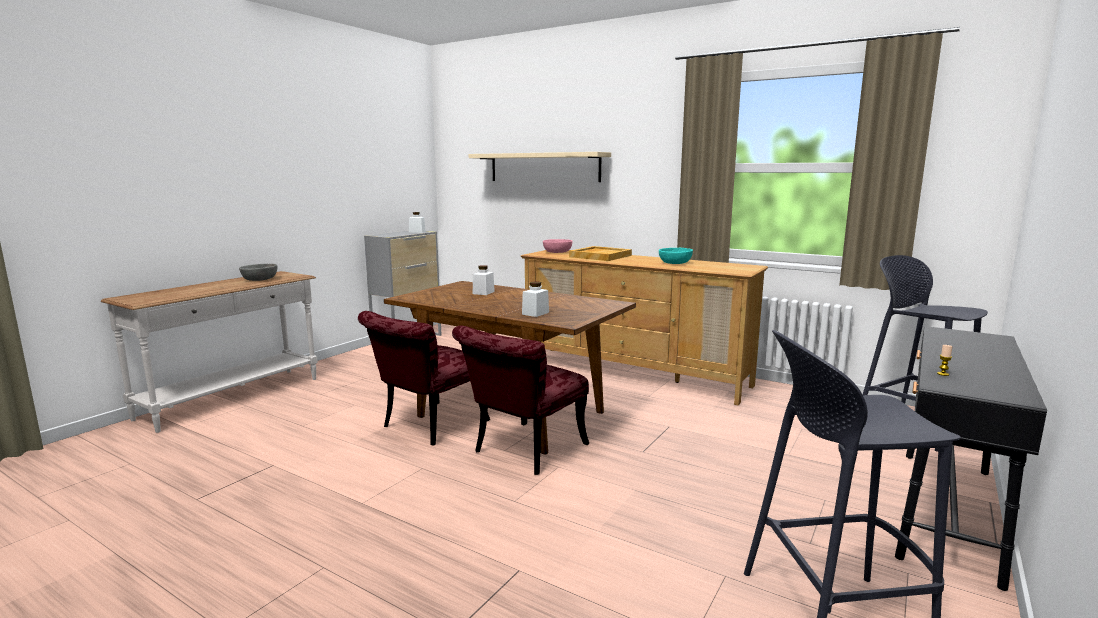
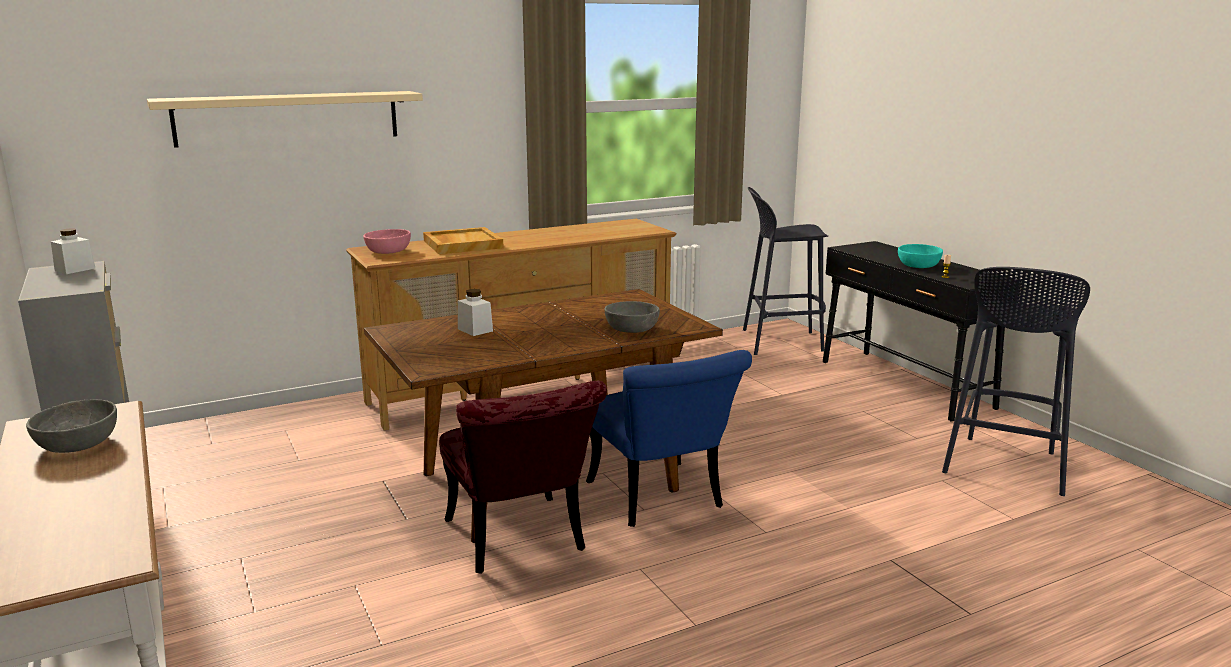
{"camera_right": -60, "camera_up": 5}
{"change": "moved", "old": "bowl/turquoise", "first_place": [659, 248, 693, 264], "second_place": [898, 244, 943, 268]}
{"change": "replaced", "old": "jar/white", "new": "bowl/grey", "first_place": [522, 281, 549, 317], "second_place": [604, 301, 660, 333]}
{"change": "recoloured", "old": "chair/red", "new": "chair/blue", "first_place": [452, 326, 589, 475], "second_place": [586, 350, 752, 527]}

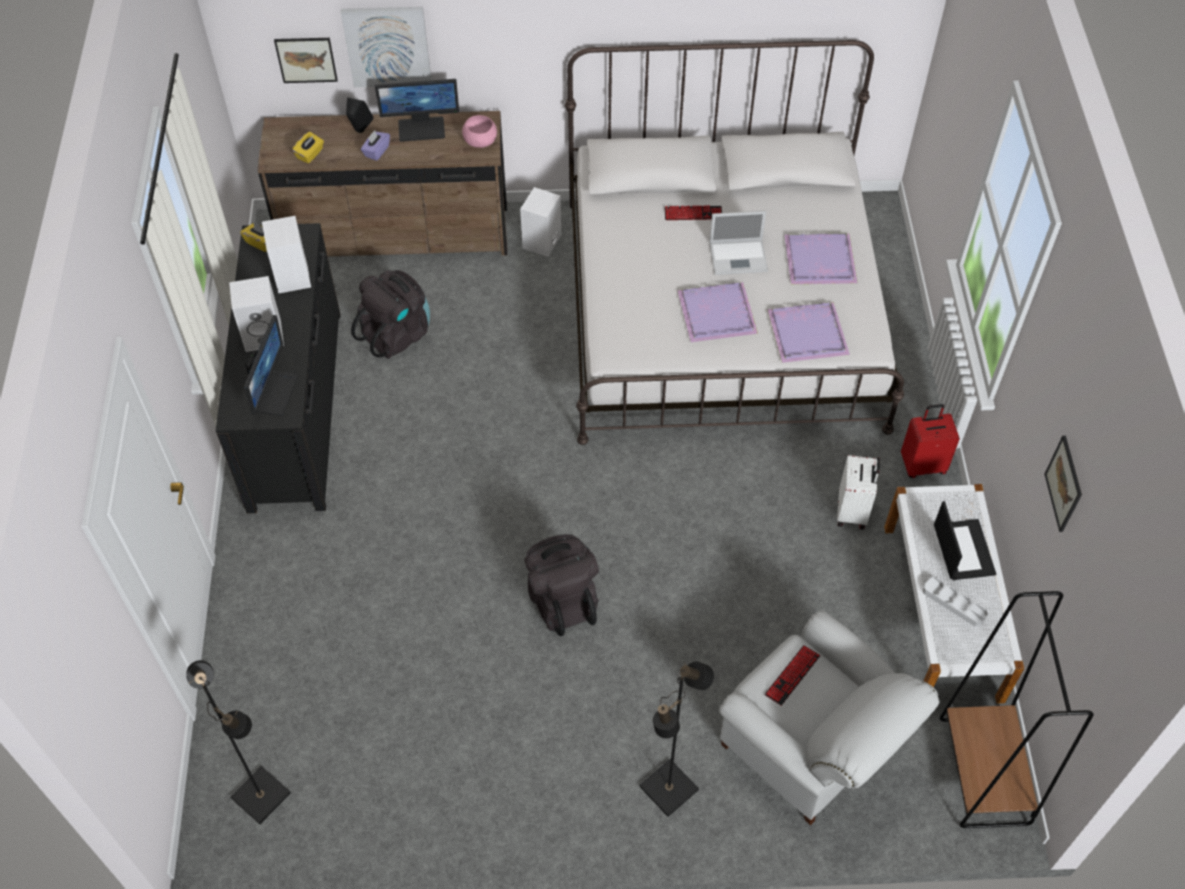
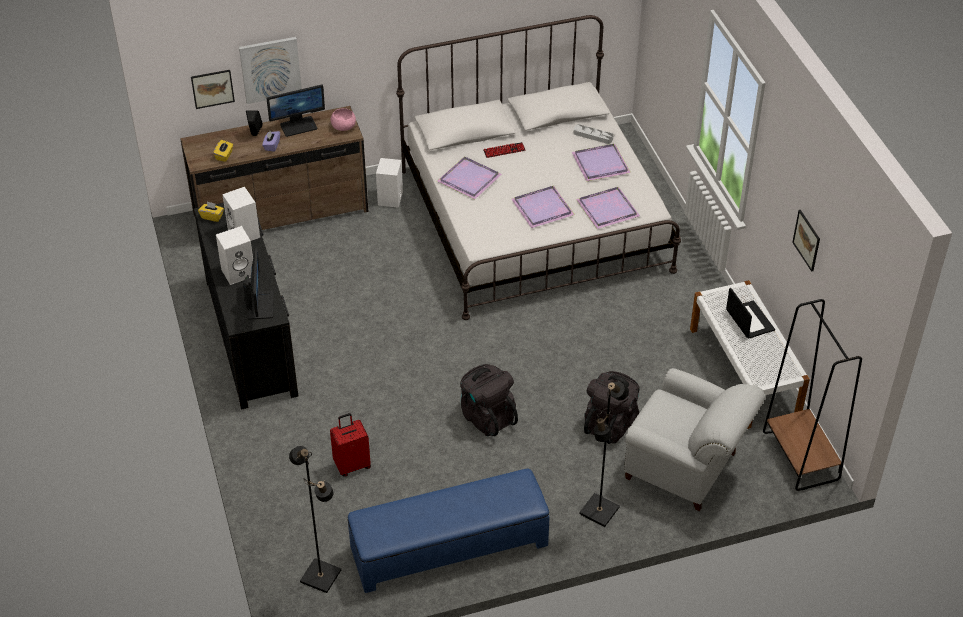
{"camera_right": -15, "camera_up": -10}
{"change": "removed", "old": "laptop", "first_place": [710, 211, 768, 275]}
{"change": "moved", "old": "backpack/black", "first_place": [351, 270, 430, 359], "second_place": [584, 371, 639, 444]}
{"change": "moved", "old": "suitcase/red", "first_place": [901, 404, 960, 478], "second_place": [330, 413, 371, 477]}
{"change": "removed", "old": "suitcase/white", "first_place": [837, 455, 880, 530]}
{"change": "moved", "old": "tray/grey", "first_place": [922, 577, 988, 627], "second_place": [574, 124, 613, 144]}
{"change": "removed", "old": "keyboard", "first_place": [765, 645, 821, 706]}
{"change": "added", "new": "tray/purple", "second_place": [437, 157, 502, 199]}
{"change": "added", "new": "bench/blue", "second_place": [348, 469, 550, 593]}

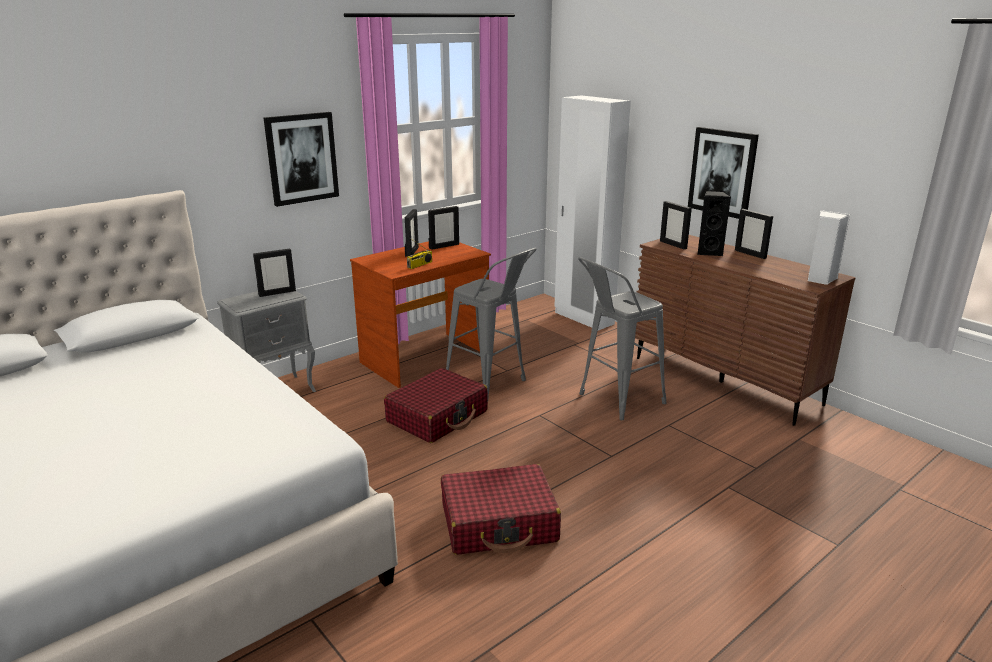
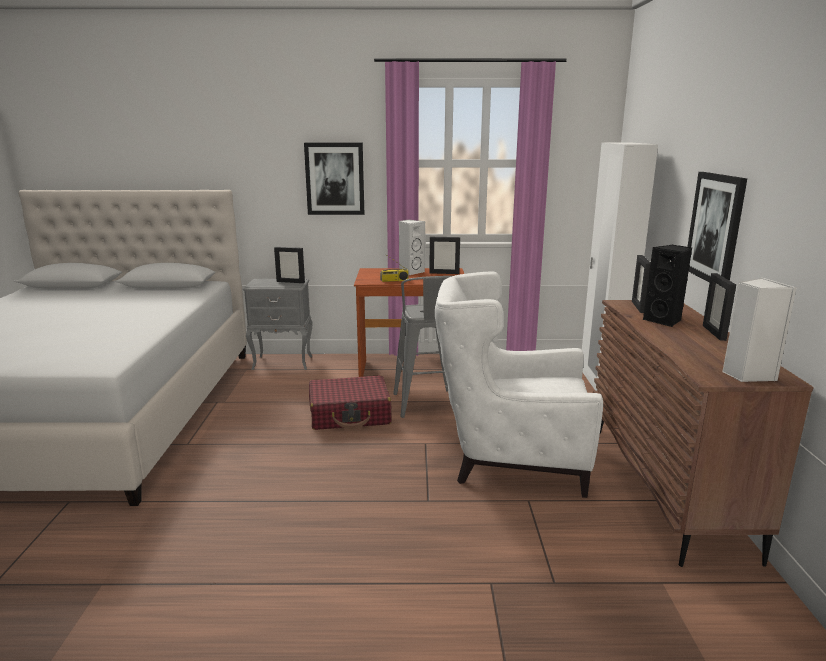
{"camera_right": 40, "camera_up": -5}
{"change": "replaced", "old": "picture frame", "new": "speaker/white", "first_place": [405, 209, 419, 257], "second_place": [399, 220, 425, 276]}
{"change": "replaced", "old": "stool/grey", "new": "armchair/white", "first_place": [578, 257, 666, 420], "second_place": [435, 272, 603, 498]}
{"change": "removed", "old": "suitcase/red", "first_place": [441, 464, 561, 555]}

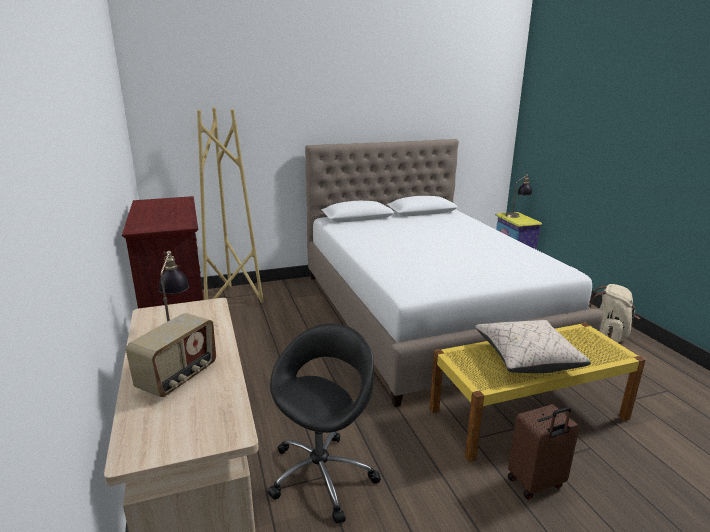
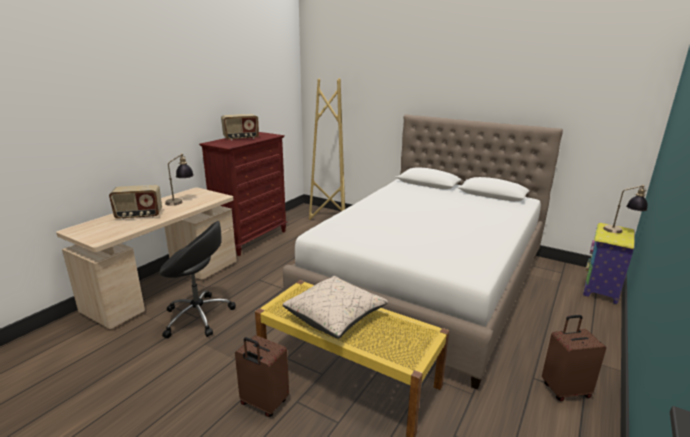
{"camera_right": 50, "camera_up": 0}
{"change": "replaced", "old": "backpack/beige", "new": "suitcase/brown", "first_place": [588, 284, 640, 343], "second_place": [542, 315, 606, 401]}
{"change": "added", "new": "radio", "second_place": [221, 114, 259, 141]}

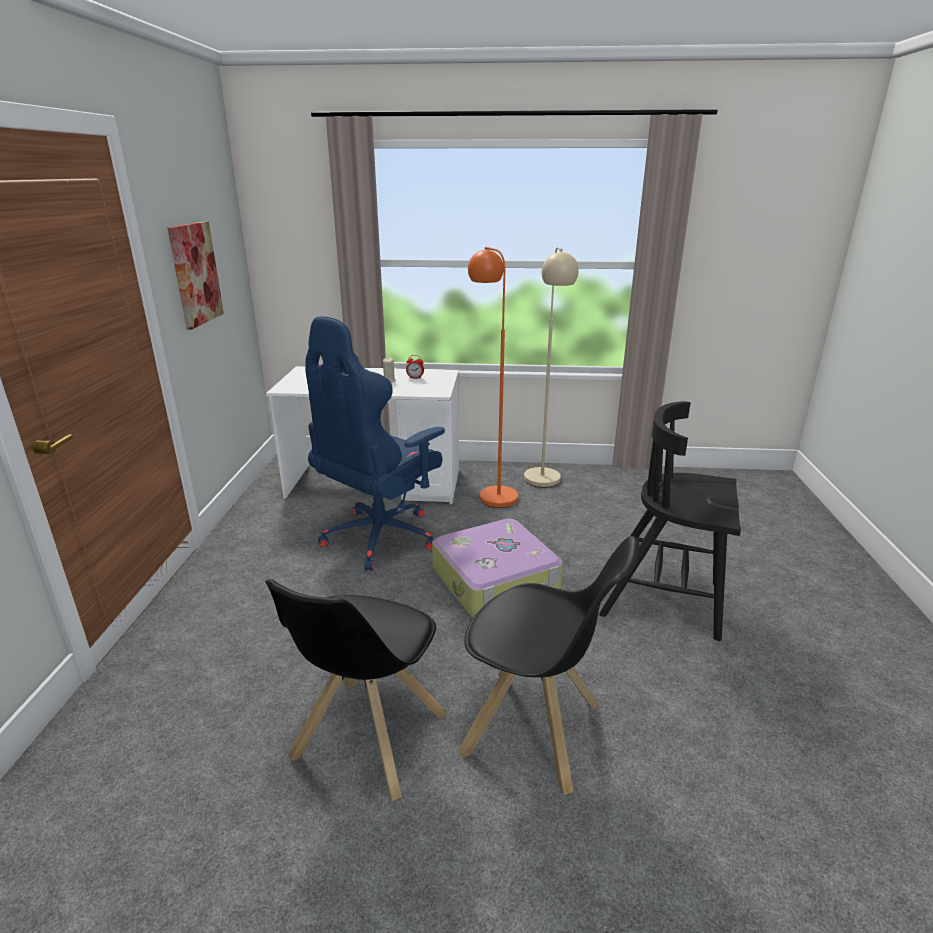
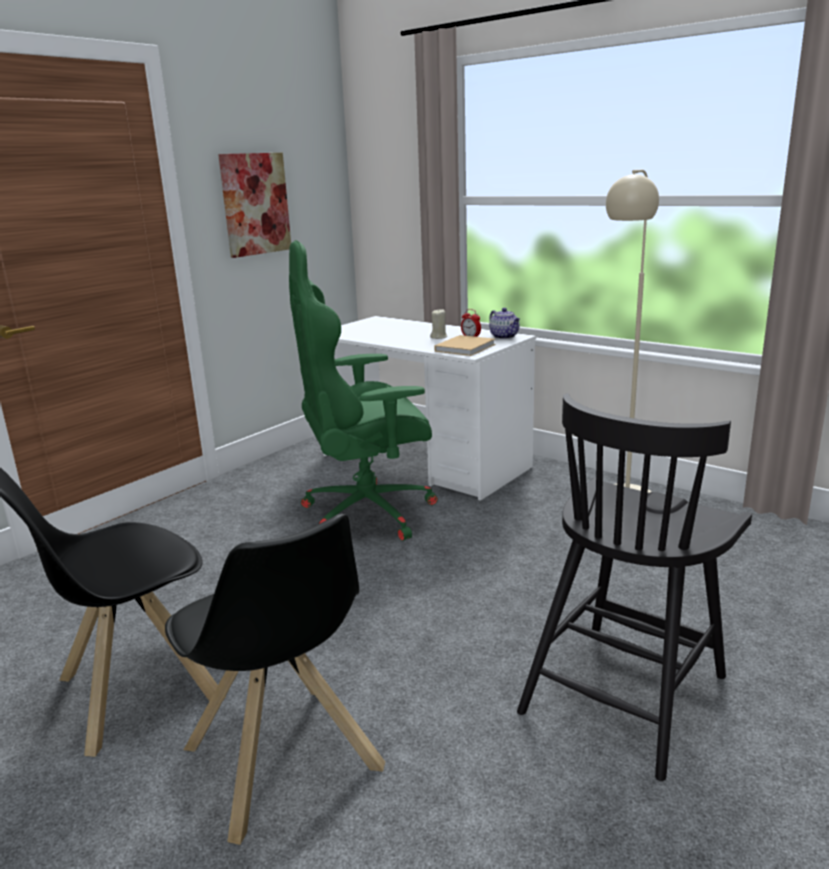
{"camera_right": 35, "camera_up": -5}
{"change": "removed", "old": "floor lamp/orange", "first_place": [468, 247, 518, 508]}
{"change": "recoloured", "old": "office chair/blue", "new": "office chair/green", "first_place": [305, 316, 445, 571], "second_place": [289, 240, 438, 541]}
{"change": "turned", "old": "chair/black", "first_place": [599, 401, 741, 641], "second_place": [517, 393, 752, 781], "degrees": -105}
{"change": "removed", "old": "suitcase", "first_place": [432, 518, 563, 617]}
{"change": "added", "new": "teapot", "second_place": [489, 308, 520, 339]}
{"change": "added", "new": "book/beige", "second_place": [434, 335, 495, 356]}

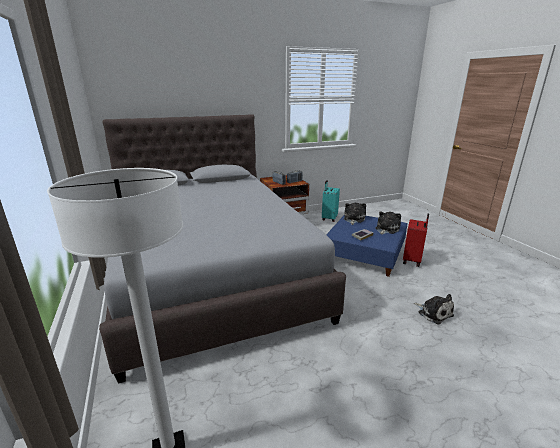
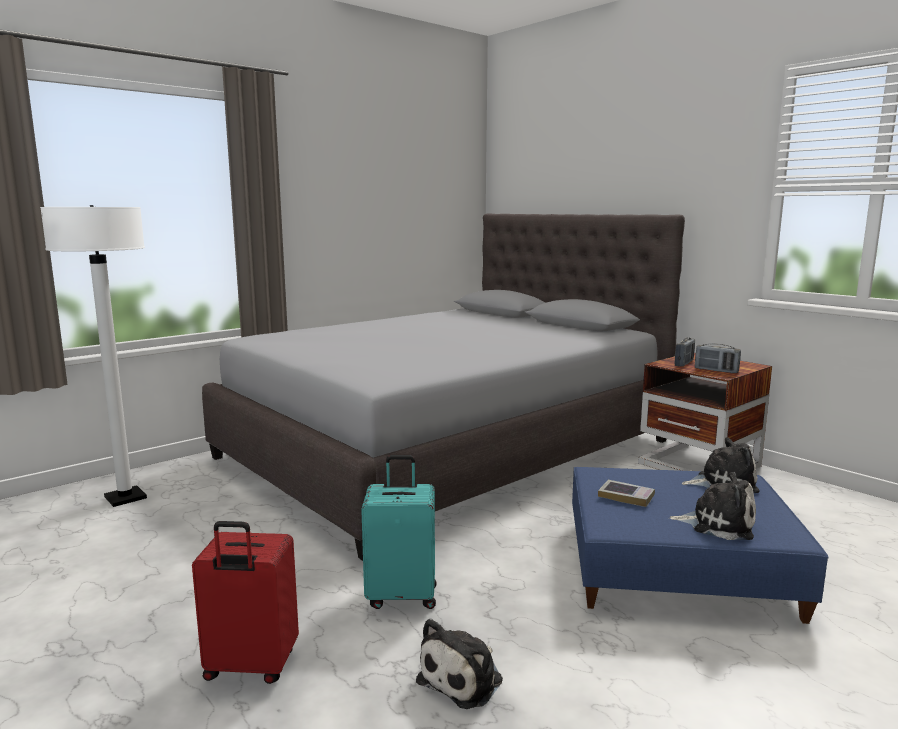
{"camera_right": 70, "camera_up": -10}
{"change": "moved", "old": "suitcase/turquoise", "first_place": [322, 180, 340, 222], "second_place": [361, 455, 436, 609]}
{"change": "moved", "old": "suitcase/red", "first_place": [403, 213, 429, 267], "second_place": [192, 521, 299, 684]}

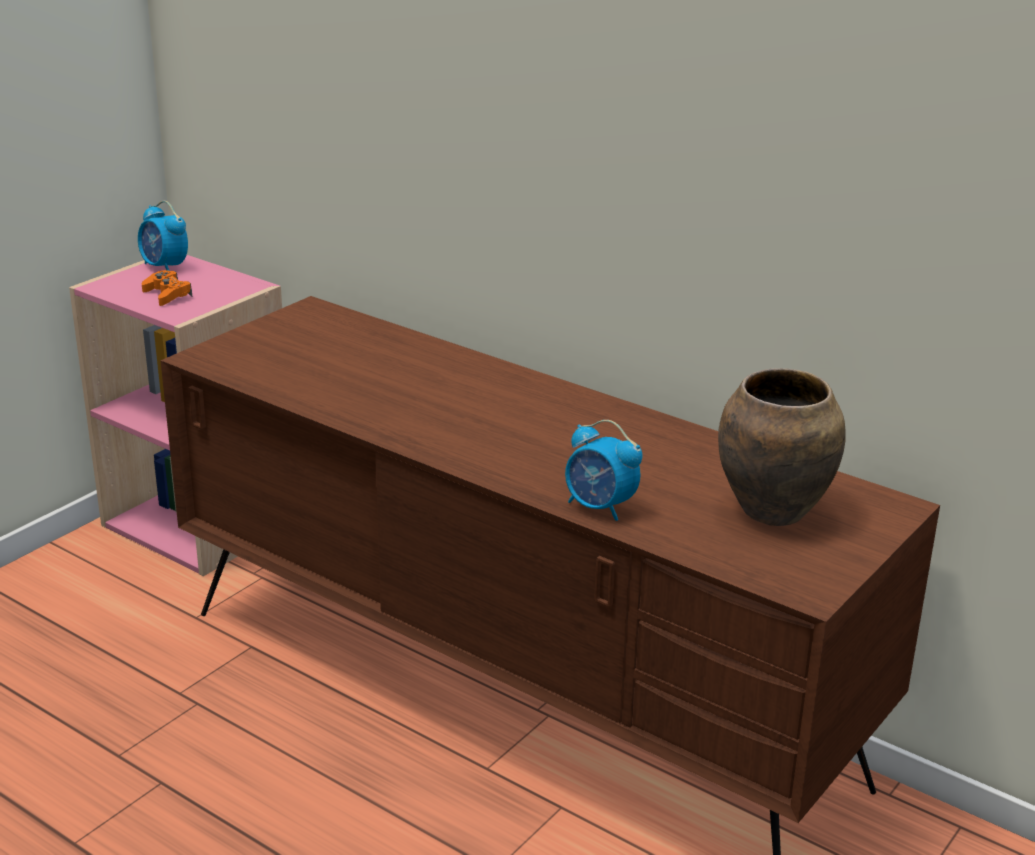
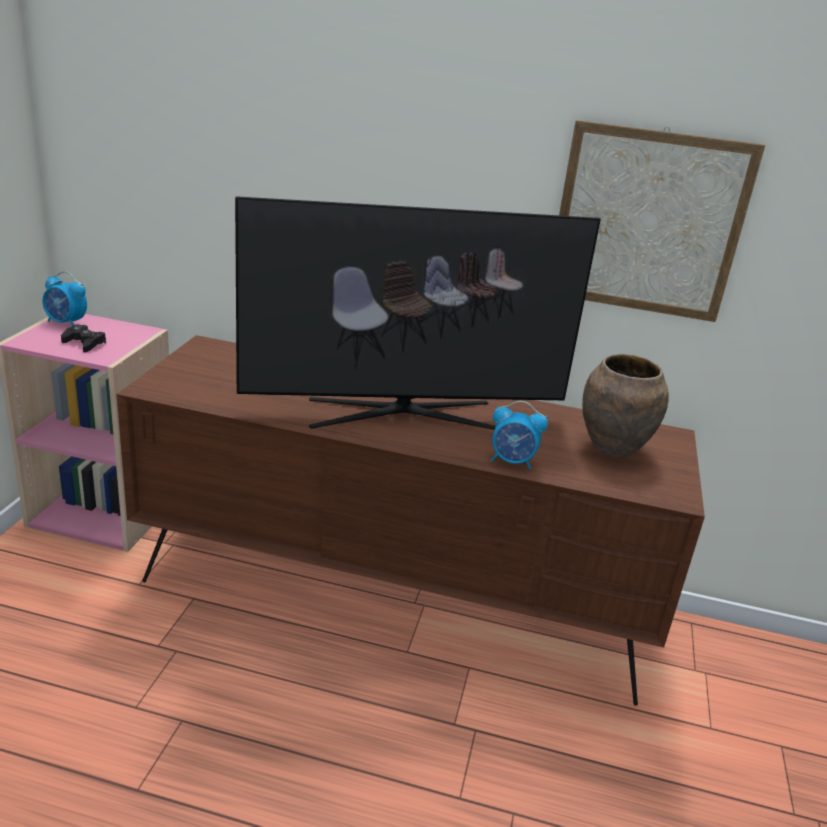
{"camera_right": -25, "camera_up": 0}
{"change": "recoloured", "old": "game controller/orange", "new": "game controller/black", "first_place": [142, 270, 192, 306], "second_place": [61, 325, 106, 352]}
{"change": "added", "new": "picture", "second_place": [559, 120, 765, 322]}
{"change": "added", "new": "television", "second_place": [235, 196, 601, 430]}

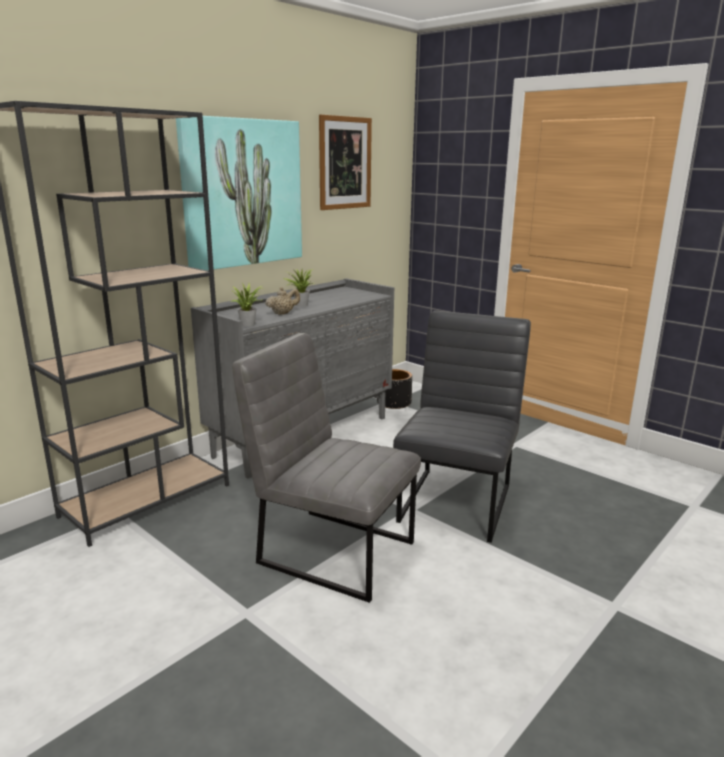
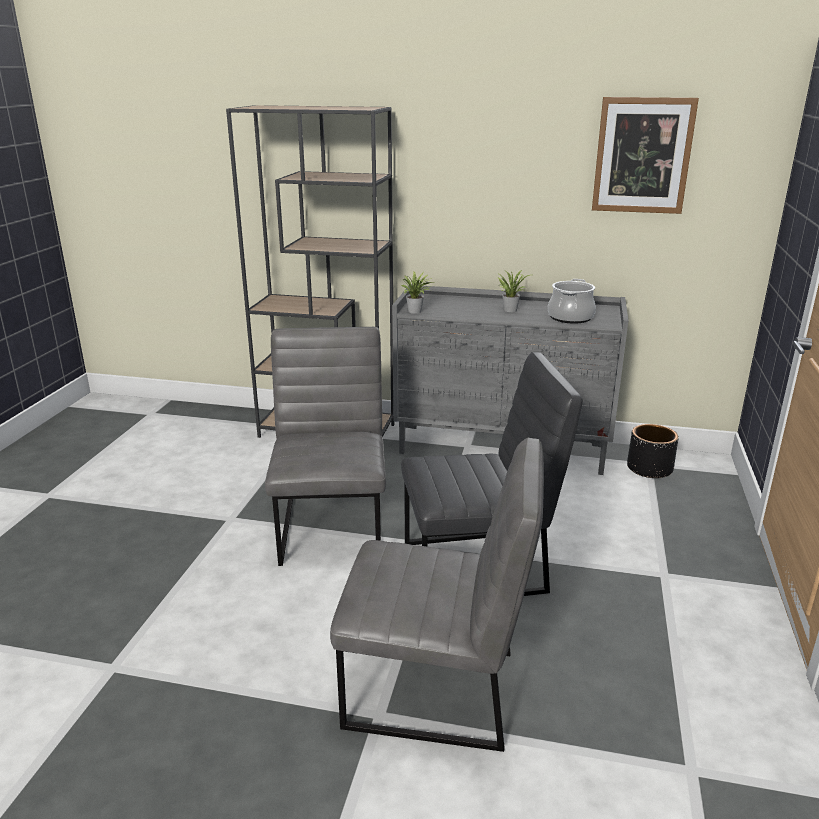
{"camera_right": 60, "camera_up": 5}
{"change": "removed", "old": "picture", "first_place": [176, 116, 302, 271]}
{"change": "removed", "old": "teapot/beige", "first_place": [266, 287, 300, 315]}
{"change": "added", "new": "cooking pot", "second_place": [548, 279, 596, 324]}
{"change": "added", "new": "chair/grey", "second_place": [330, 438, 544, 752]}

